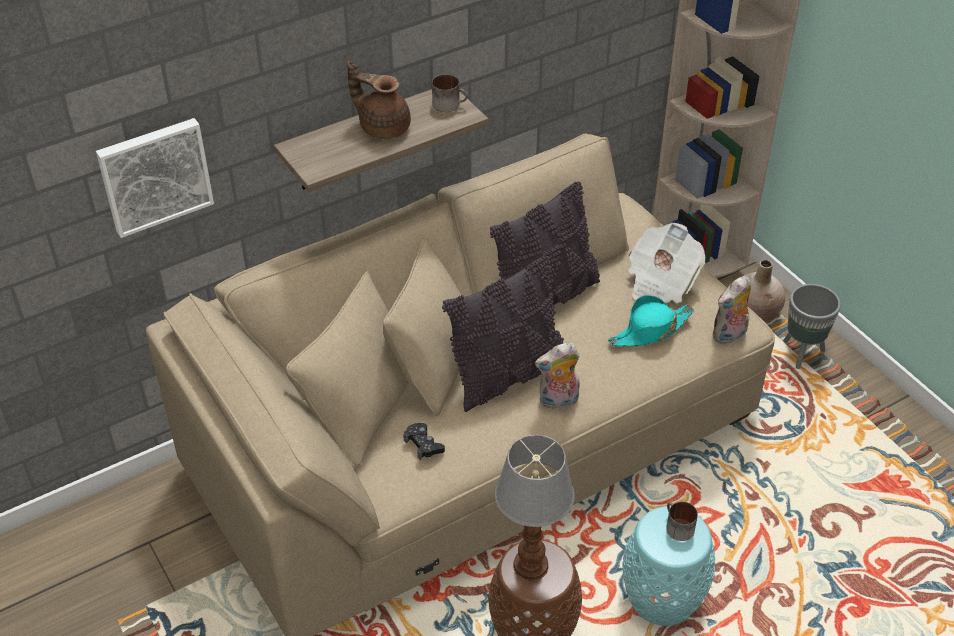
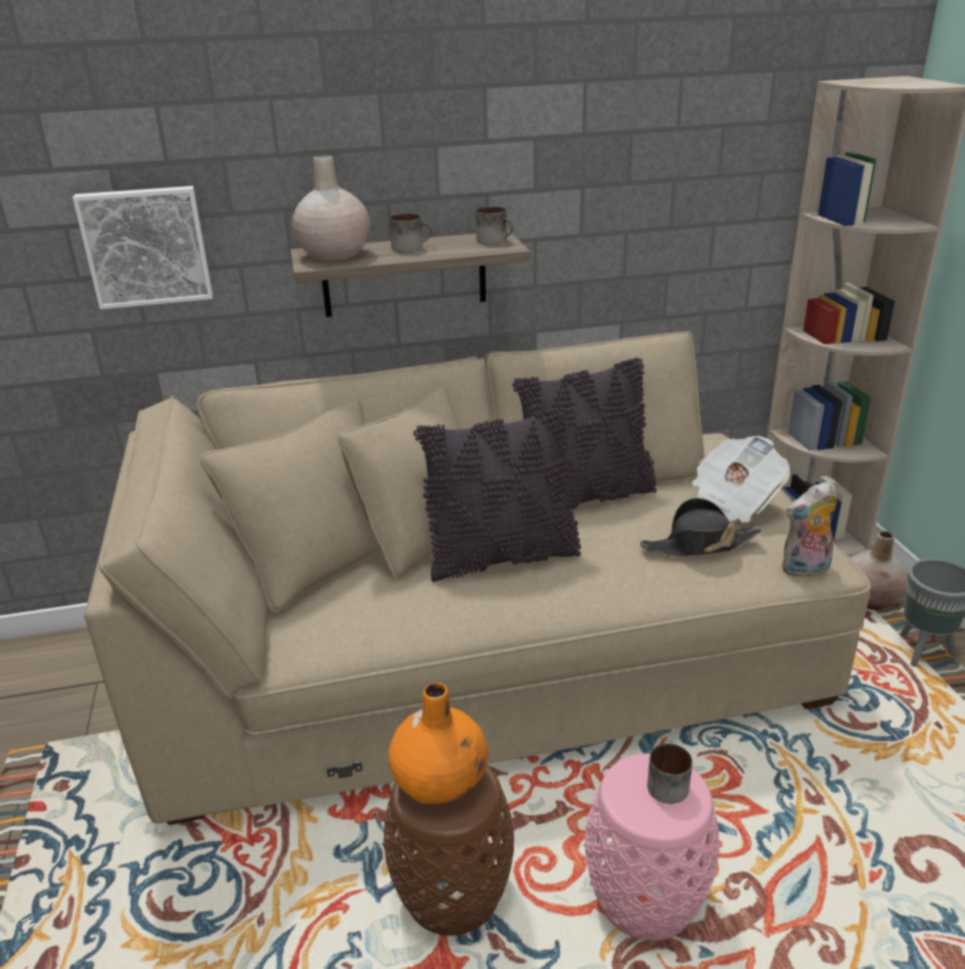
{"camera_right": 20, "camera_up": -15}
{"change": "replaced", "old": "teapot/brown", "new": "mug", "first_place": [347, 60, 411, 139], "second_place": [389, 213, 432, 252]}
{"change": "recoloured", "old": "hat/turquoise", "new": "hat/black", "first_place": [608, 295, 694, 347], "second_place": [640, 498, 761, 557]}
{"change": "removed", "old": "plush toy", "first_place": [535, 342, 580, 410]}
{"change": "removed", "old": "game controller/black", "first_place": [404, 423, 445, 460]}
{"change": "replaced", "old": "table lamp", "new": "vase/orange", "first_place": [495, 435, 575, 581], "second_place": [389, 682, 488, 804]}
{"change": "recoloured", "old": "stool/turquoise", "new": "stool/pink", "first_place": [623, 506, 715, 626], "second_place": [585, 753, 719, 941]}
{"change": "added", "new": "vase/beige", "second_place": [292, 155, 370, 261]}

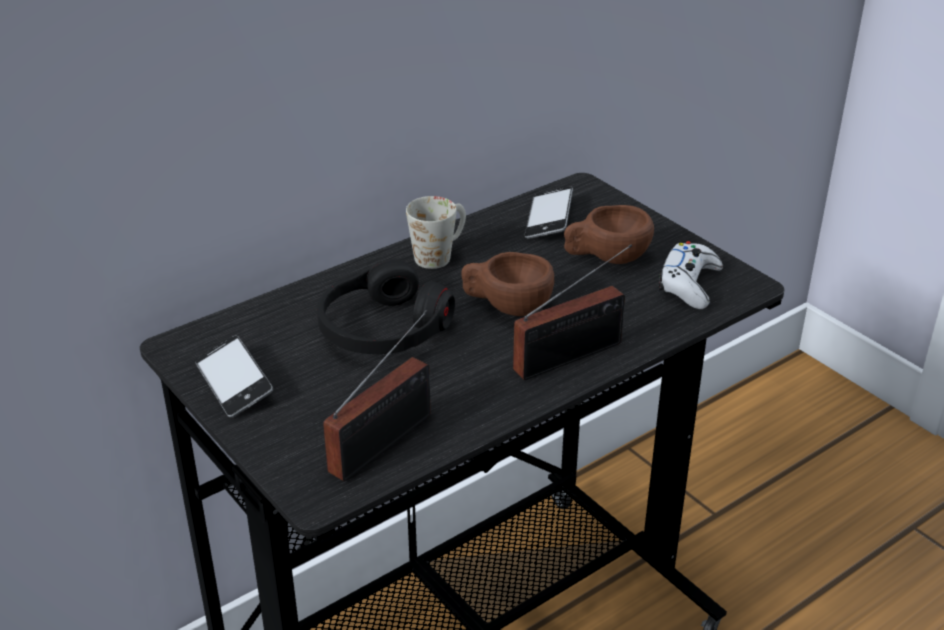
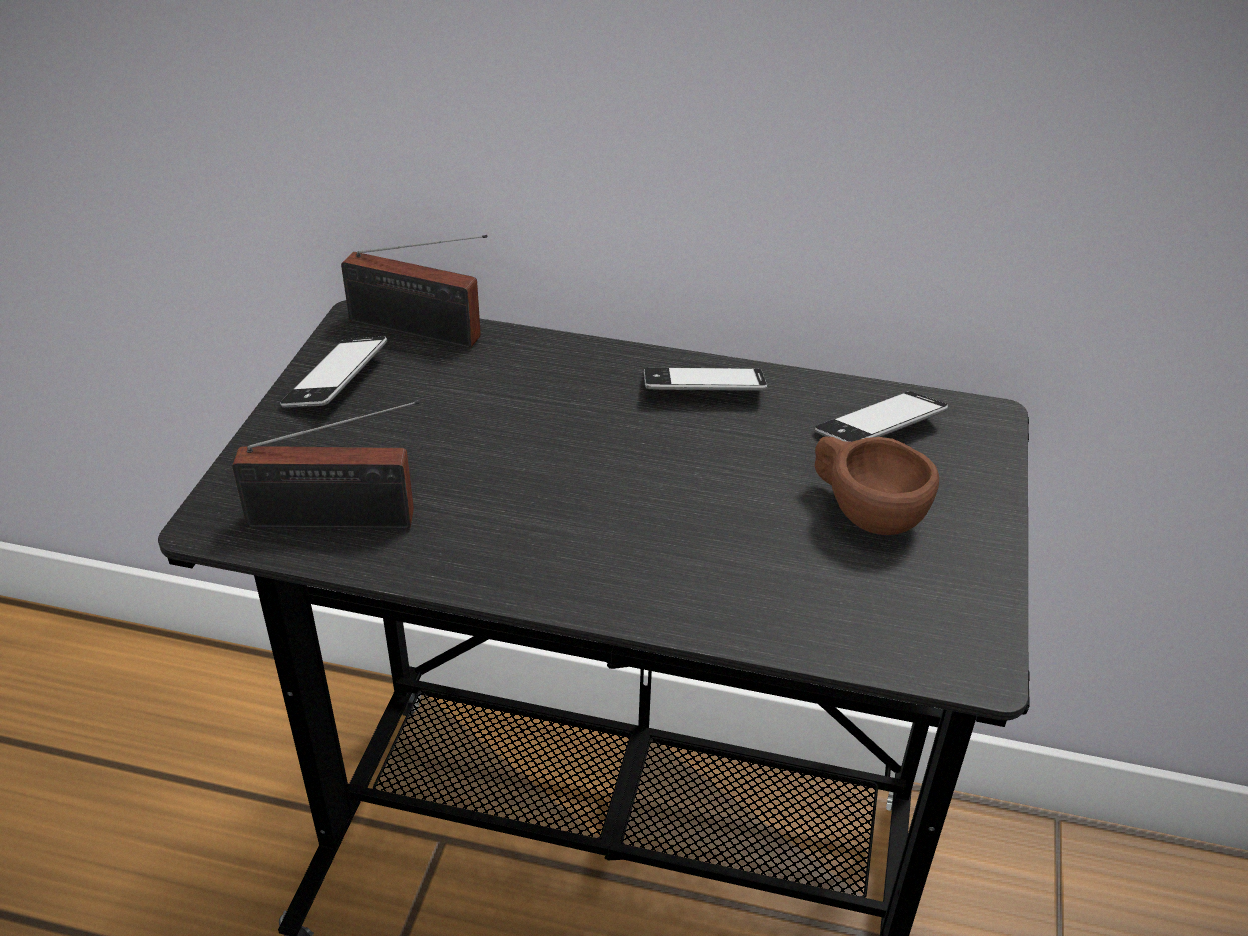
{"camera_right": 50, "camera_up": 5}
{"change": "replaced", "old": "mug/white", "new": "phone", "first_place": [406, 196, 466, 269], "second_place": [644, 367, 767, 391]}
{"change": "removed", "old": "game controller/white", "first_place": [658, 241, 723, 309]}
{"change": "moved", "old": "radio", "first_place": [513, 244, 632, 380], "second_place": [341, 235, 487, 349]}
{"change": "removed", "old": "cup/brown", "first_place": [461, 252, 554, 316]}
{"change": "removed", "old": "headphones/black", "first_place": [317, 259, 455, 354]}

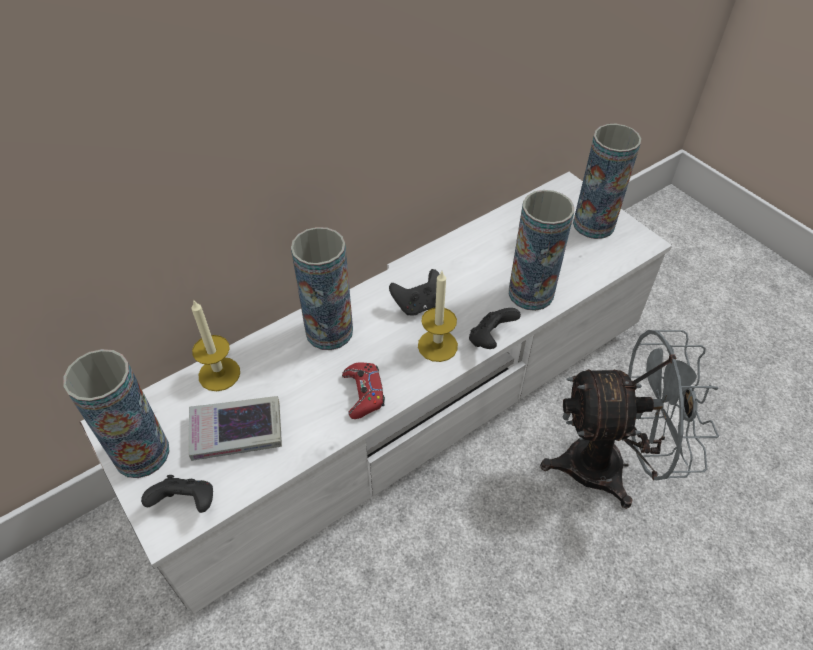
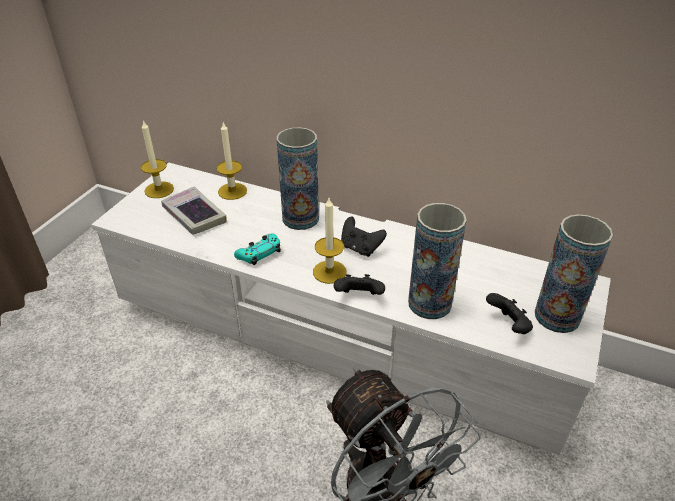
{"camera_right": 60, "camera_up": -10}
{"change": "replaced", "old": "vase", "new": "candle", "first_place": [63, 349, 170, 478], "second_place": [141, 120, 174, 198]}
{"change": "recoloured", "old": "game controller/red", "new": "game controller/turquoise", "first_place": [342, 362, 385, 419], "second_place": [234, 234, 281, 265]}
{"change": "moved", "old": "game controller/black", "first_place": [141, 475, 213, 513], "second_place": [486, 293, 533, 334]}

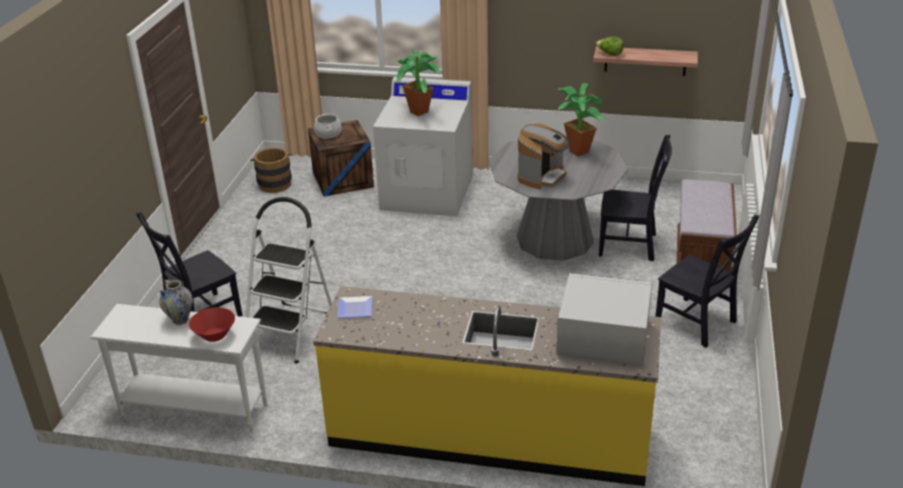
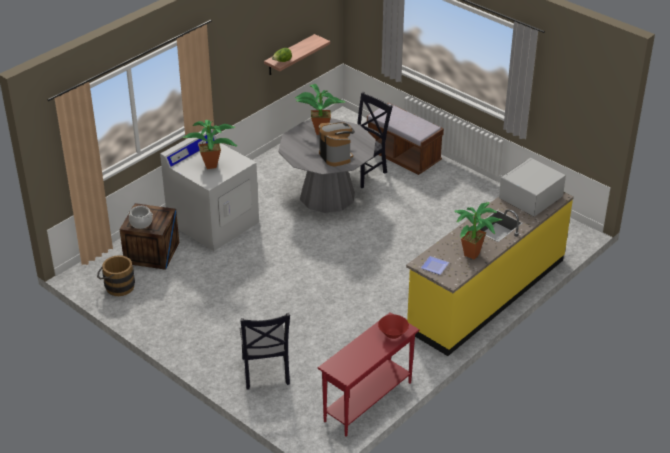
{"camera_right": -60, "camera_up": 5}
{"change": "removed", "old": "step ladder", "first_place": [245, 197, 332, 364]}
{"change": "removed", "old": "chair/black", "first_place": [655, 214, 760, 348]}
{"change": "removed", "old": "vase", "first_place": [159, 279, 193, 325]}
{"change": "recoloured", "old": "console table/white", "new": "console table/red", "first_place": [90, 304, 267, 433], "second_place": [318, 312, 419, 437]}
{"change": "added", "new": "potted plant", "second_place": [454, 202, 502, 260]}

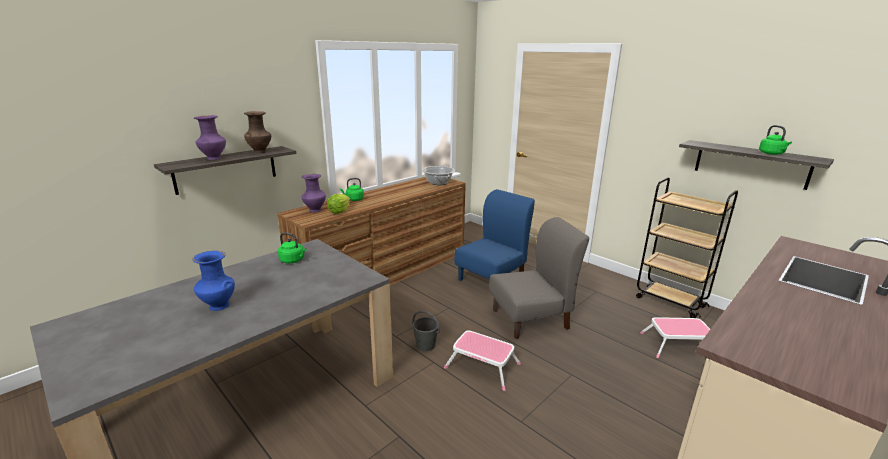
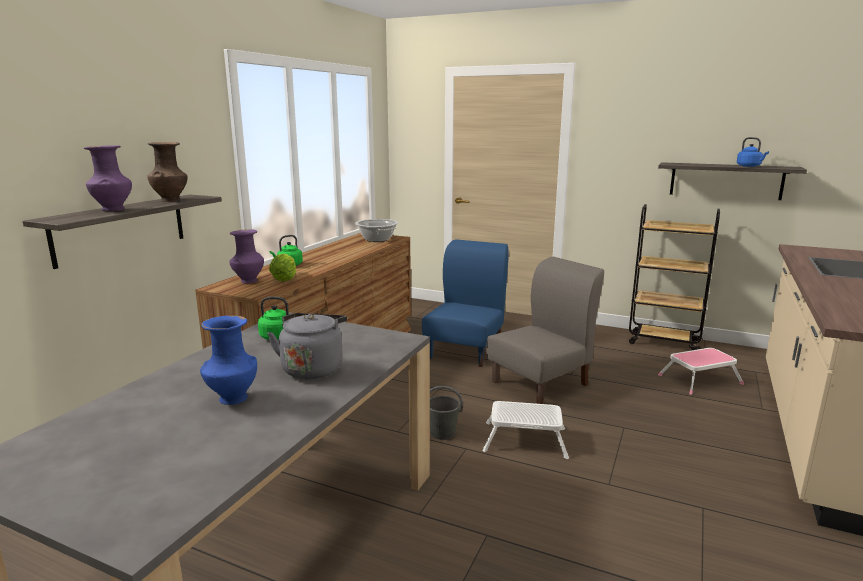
{"camera_right": -20, "camera_up": -5}
{"change": "recoloured", "old": "kettle/green", "new": "kettle/blue", "first_place": [759, 125, 792, 155], "second_place": [737, 137, 769, 167]}
{"change": "recoloured", "old": "step ladder/pink", "new": "step ladder/white", "first_place": [444, 330, 521, 391], "second_place": [482, 401, 569, 459]}
{"change": "added", "new": "kettle/grey", "second_place": [267, 313, 347, 379]}

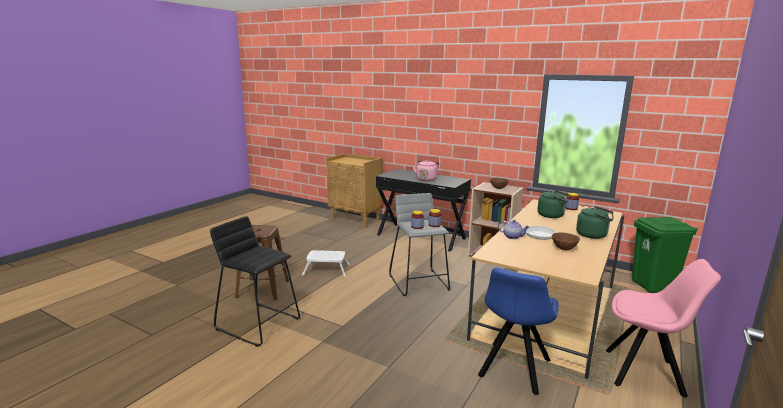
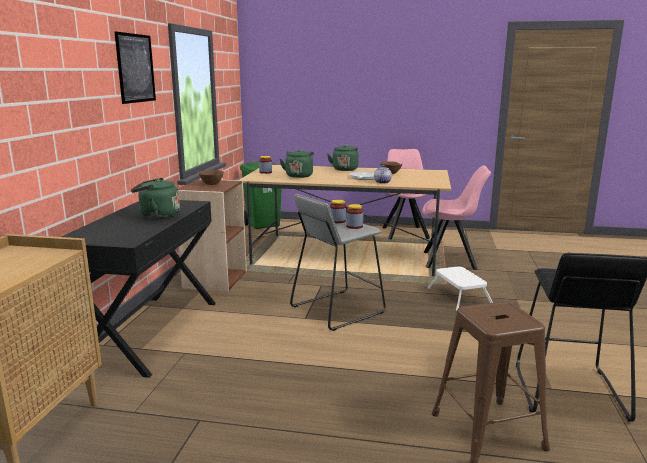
{"camera_right": -110, "camera_up": 0}
{"change": "recoloured", "old": "kettle/pink", "new": "kettle/green", "first_place": [413, 160, 439, 181], "second_place": [131, 178, 180, 219]}
{"change": "moved", "old": "step ladder/white", "first_place": [302, 250, 350, 277], "second_place": [427, 267, 493, 311]}
{"change": "recoloured", "old": "chair/blue", "new": "chair/pink", "first_place": [478, 267, 559, 395], "second_place": [422, 165, 491, 270]}
{"change": "added", "new": "picture", "second_place": [115, 31, 156, 104]}

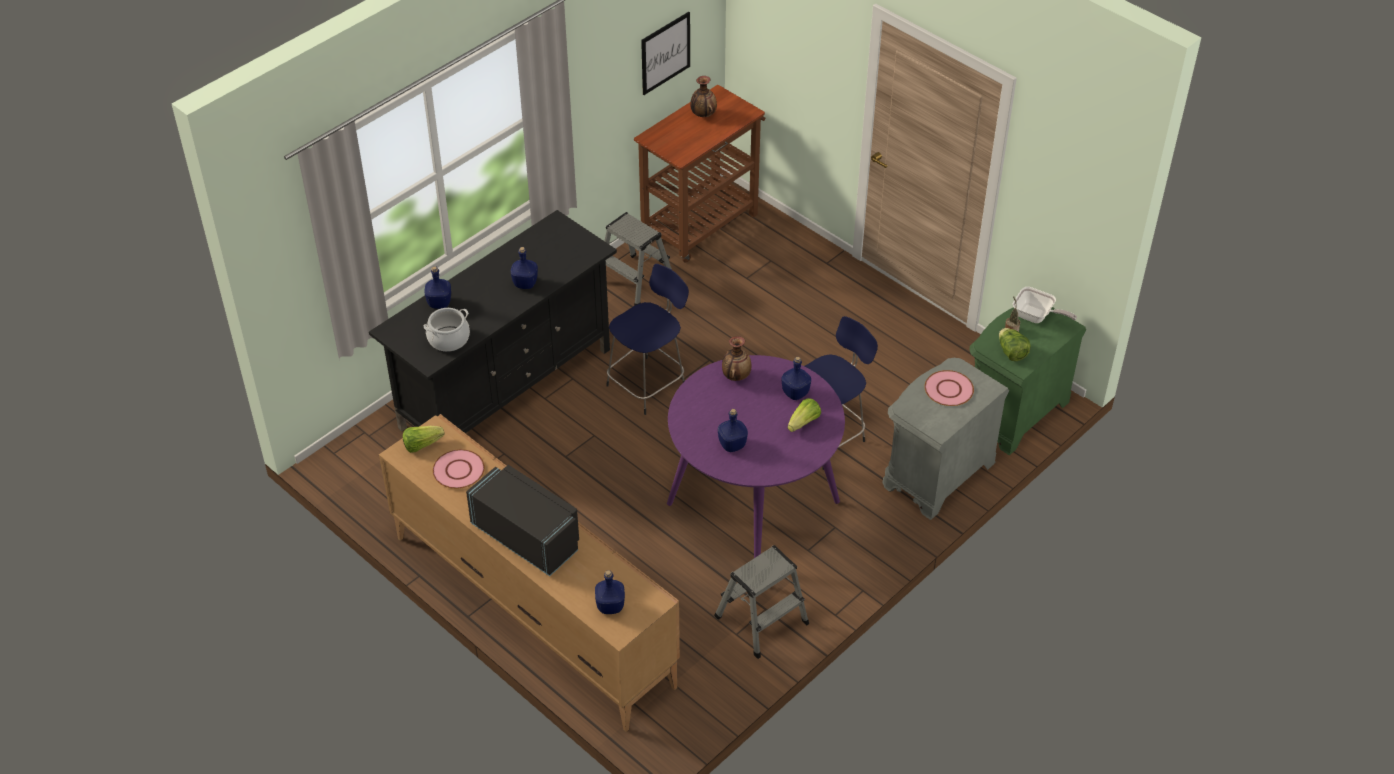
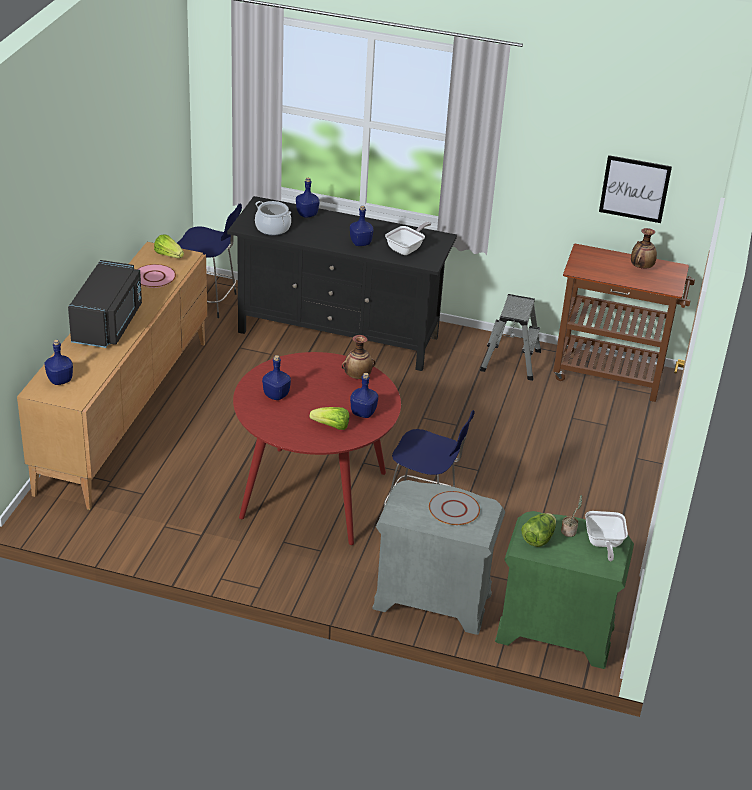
{"camera_right": 60, "camera_up": -10}
{"change": "moved", "old": "stool/blue", "first_place": [606, 264, 689, 415], "second_place": [177, 203, 242, 318]}
{"change": "recoloured", "old": "dining table/purple", "new": "dining table/red", "first_place": [667, 355, 845, 558], "second_place": [233, 352, 401, 545]}
{"change": "recoloured", "old": "plate/pink", "new": "plate/grey", "first_place": [925, 370, 974, 406], "second_place": [429, 491, 480, 525]}
{"change": "removed", "old": "step ladder/grey", "first_place": [714, 545, 809, 659]}
{"change": "added", "new": "frying pan", "second_place": [385, 222, 432, 255]}

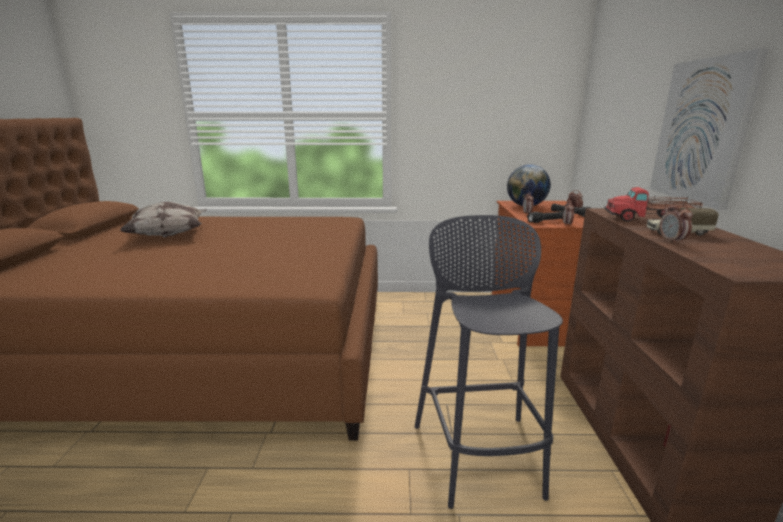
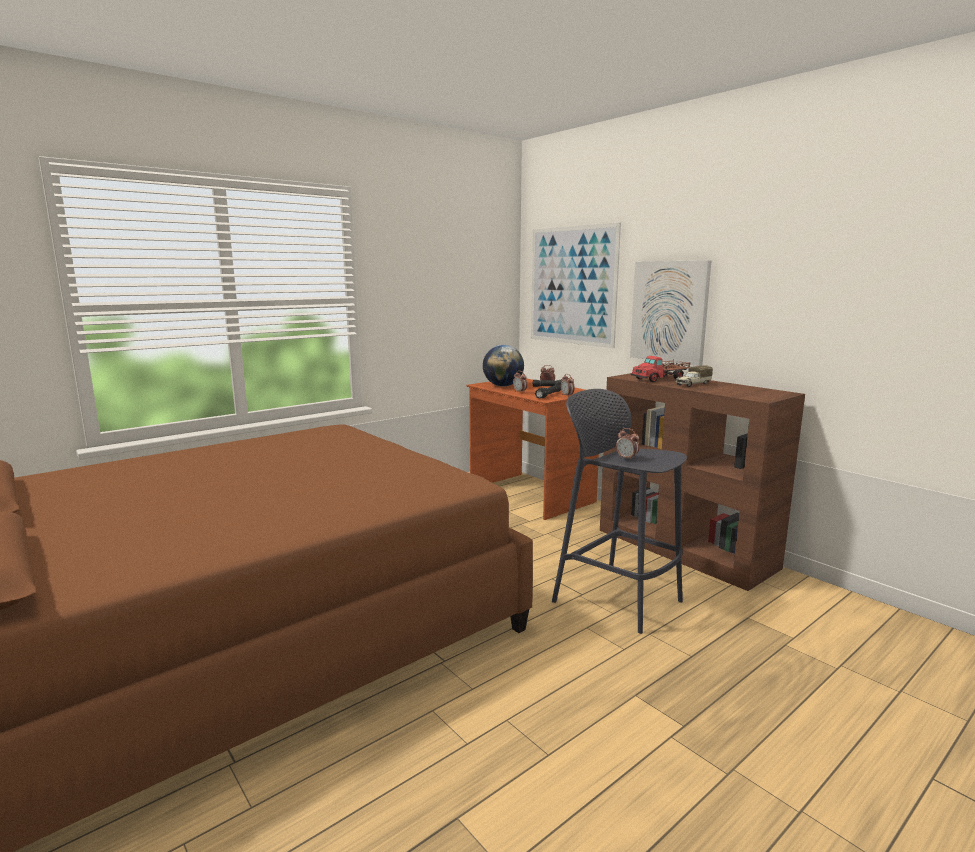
{"camera_right": -40, "camera_up": -5}
{"change": "moved", "old": "alarm clock", "first_place": [660, 201, 693, 244], "second_place": [616, 428, 639, 461]}
{"change": "removed", "old": "pillow", "first_place": [119, 202, 207, 238]}
{"change": "added", "new": "picture", "second_place": [531, 223, 621, 348]}

